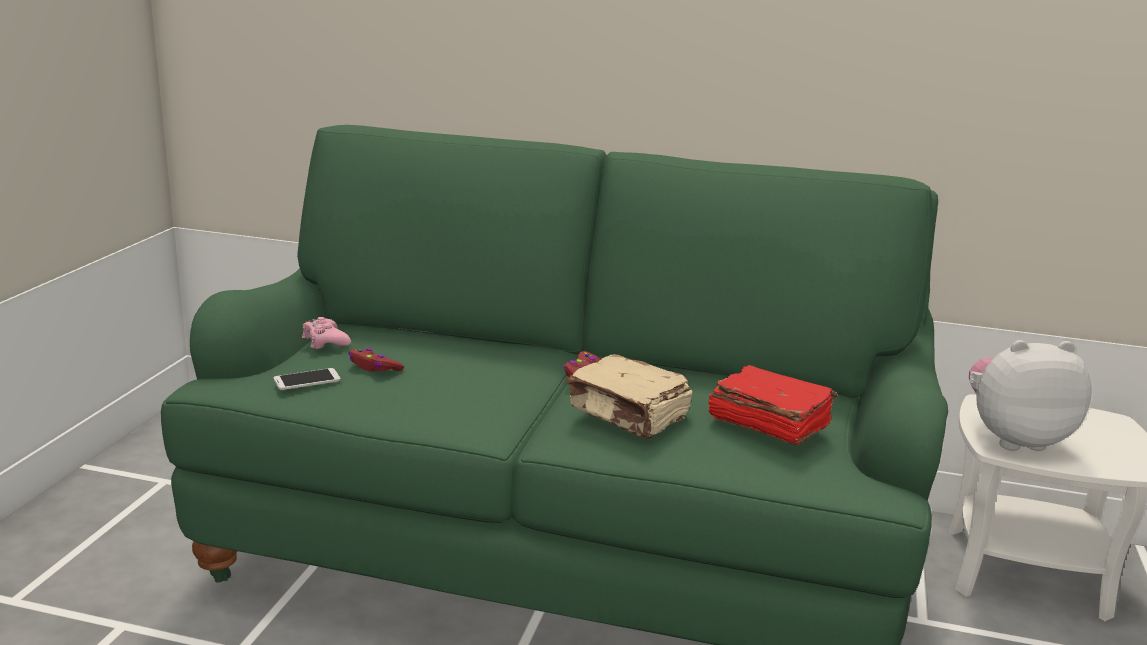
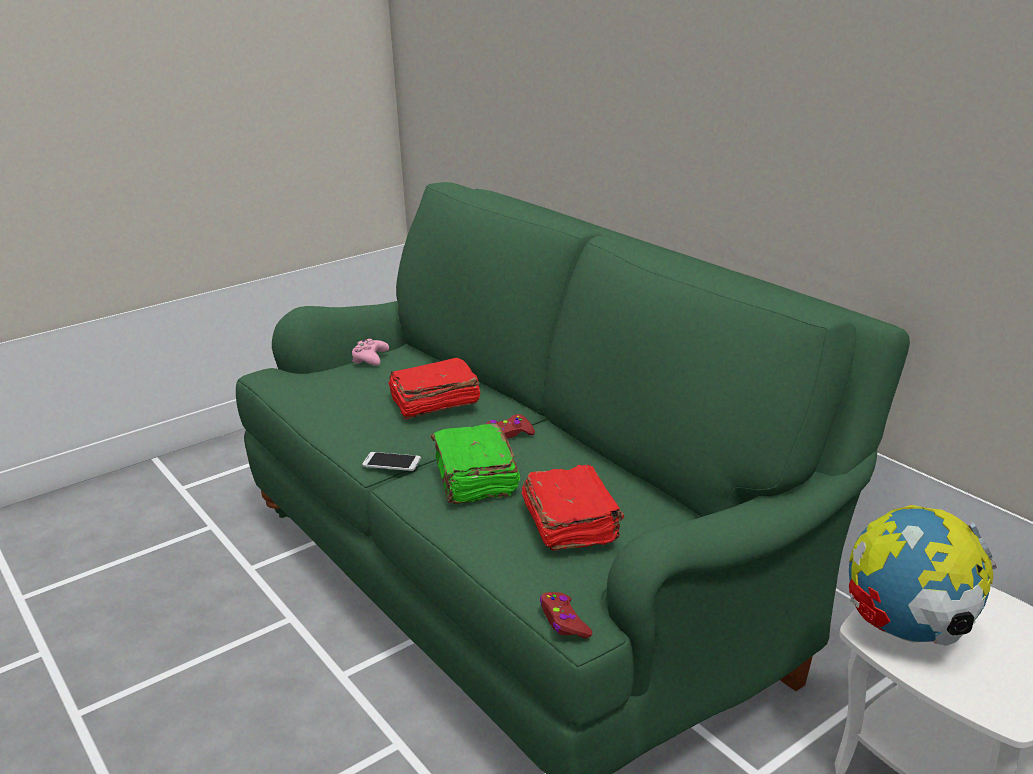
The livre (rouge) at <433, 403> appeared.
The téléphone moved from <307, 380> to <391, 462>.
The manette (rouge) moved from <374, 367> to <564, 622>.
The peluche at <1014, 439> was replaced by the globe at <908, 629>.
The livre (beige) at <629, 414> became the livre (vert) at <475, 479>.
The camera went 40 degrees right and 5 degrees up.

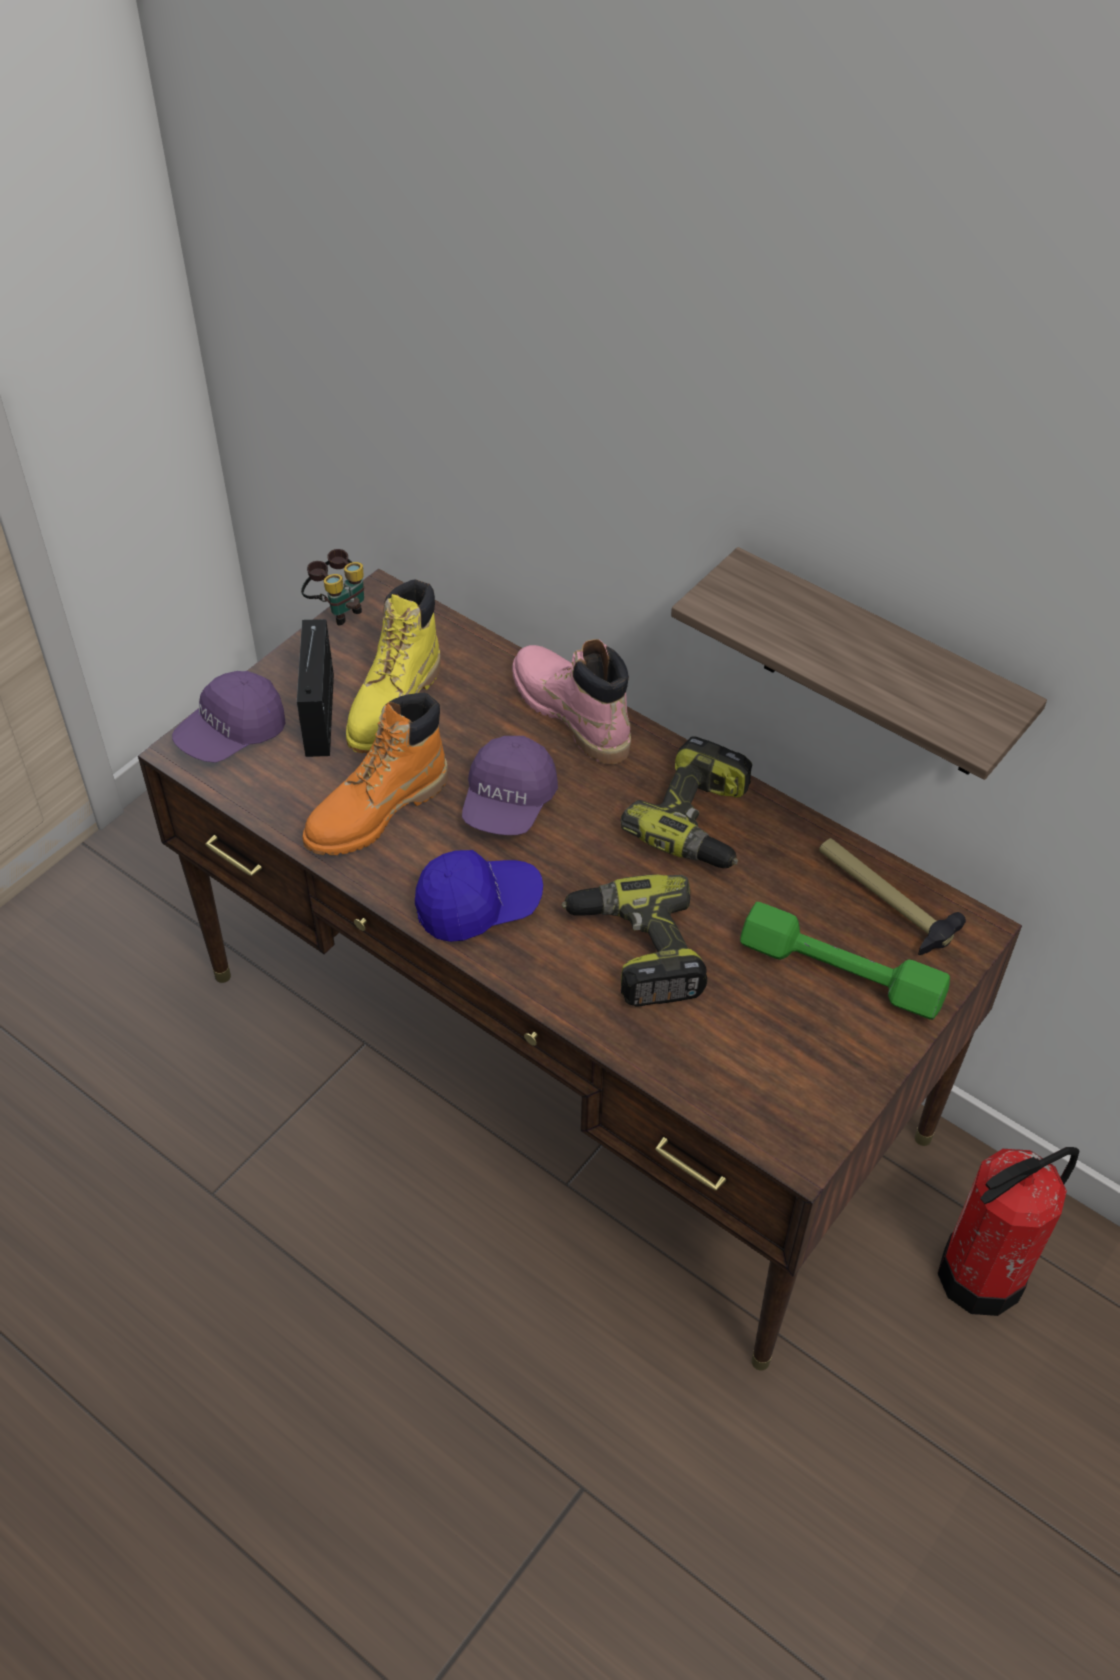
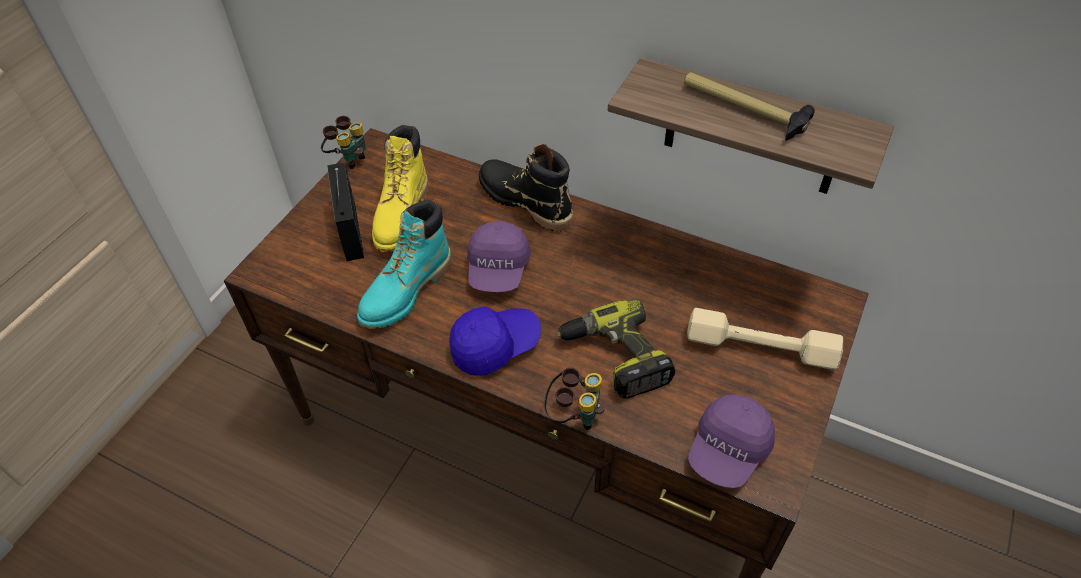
The perceuse at <700, 821> disappeared.
The extincteur at <982, 1276> disappeared.
The jumelles at <574, 414> appeared.
The casquette (violet) moved from <232, 734> to <728, 450>.
The marteau moved from <883, 899> to <743, 109>.
The botte (orange) at <376, 812> became the botte (turquoise) at <406, 291>.
The botte (rose) at <571, 714> became the botte (noir) at <525, 202>.
The haltère (vert) at <840, 973> became the haltère (beige) at <760, 348>.
The camera went 10 degrees left and 0 degrees up.

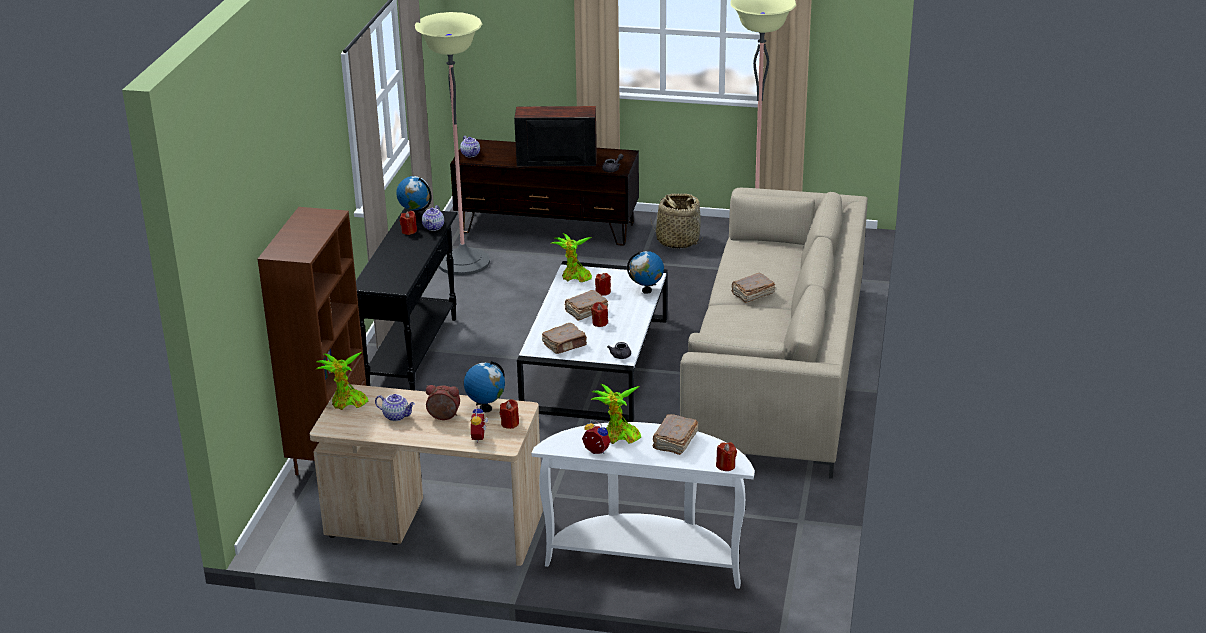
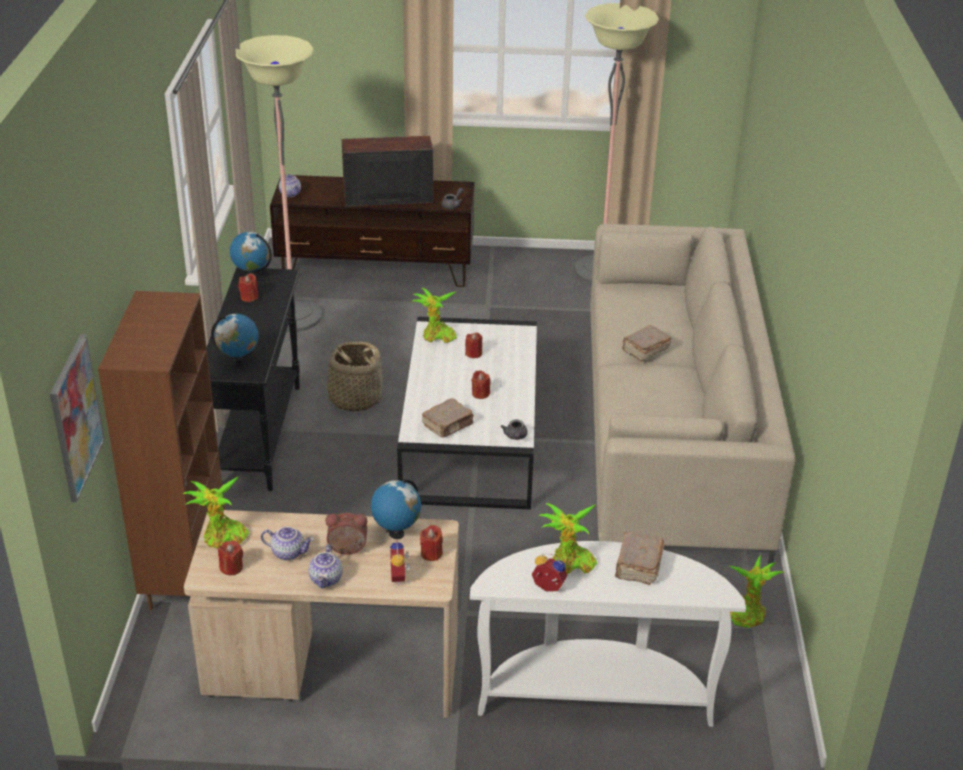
The livre (marron) at <585, 311> disappeared.
The tableau at <75, 417> appeared.
The plante en pot at <747, 613> appeared.
The théière moved from <434, 227> to <326, 579>.
The globe moved from <646, 290> to <239, 362>.
The panier moved from <677, 241> to <355, 399>.
The bougie (rouge) moved from <725, 466> to <231, 568>.
The camera went 10 degrees left and 5 degrees up.

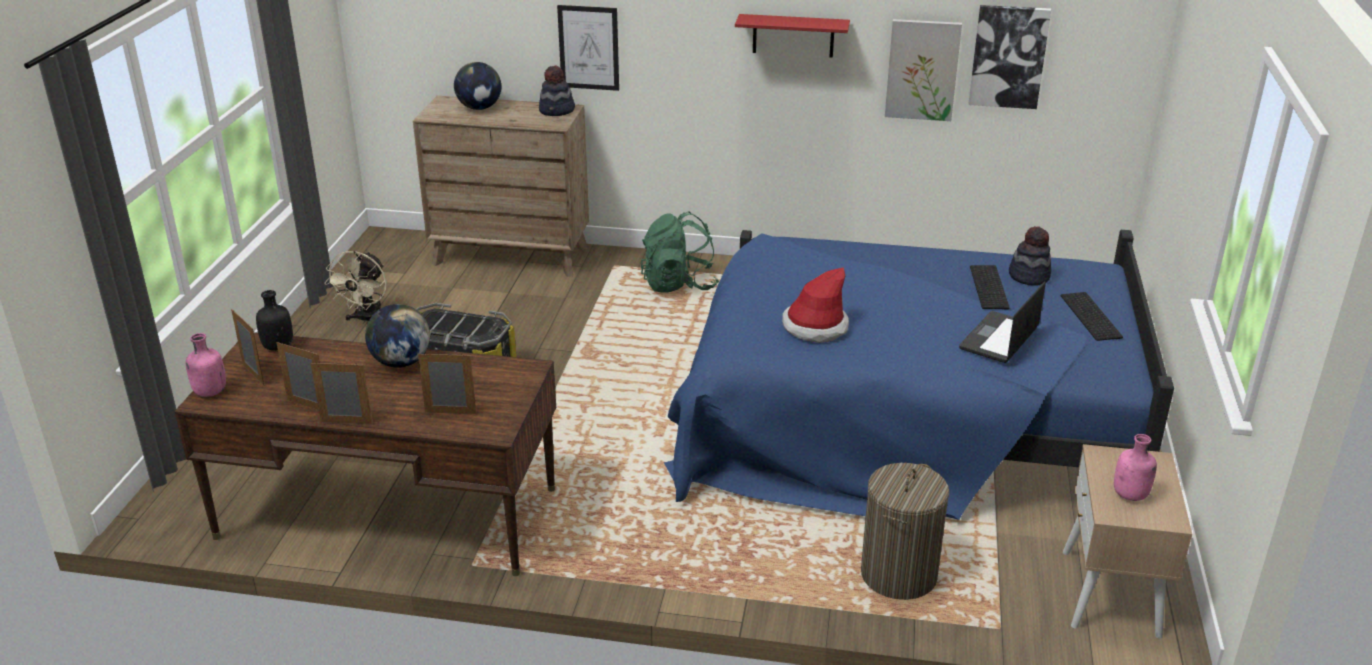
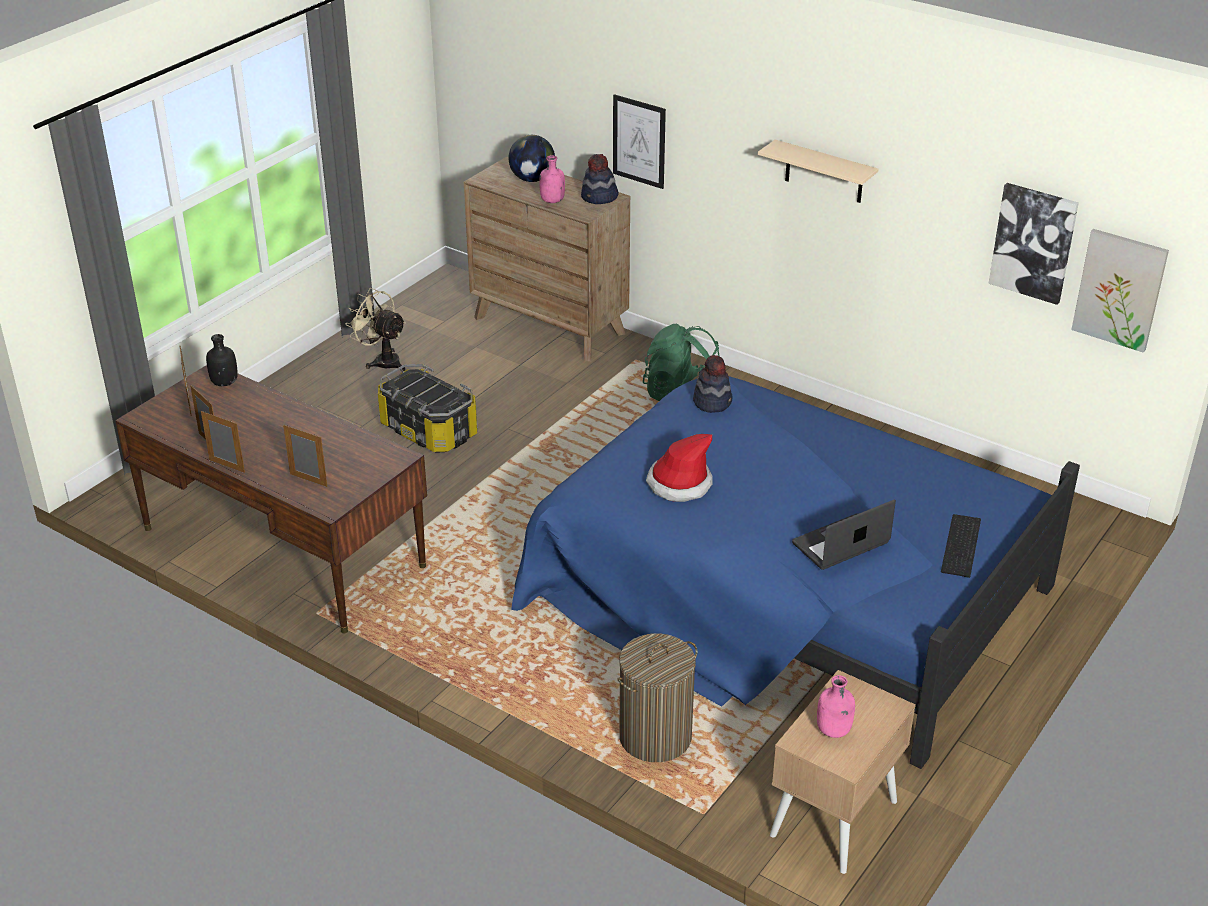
The globe at <401, 362> disappeared.
The clavier at <990, 287> disappeared.
The bouteille (rose) moved from <209, 392> to <552, 201>.
The tableau moved from <922, 69> to <1119, 289>.
The chapeau moved from <1029, 276> to <712, 402>.
The étagère (rouge) at <793, 35> became the étagère (beige) at <824, 172>.
The ventilateur (beige) at <366, 319> turned 90 degrees clockwise.
The camera went 25 degrees right and 5 degrees up.

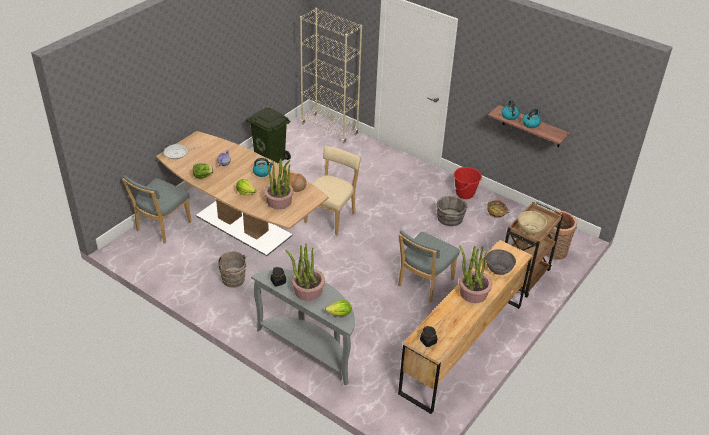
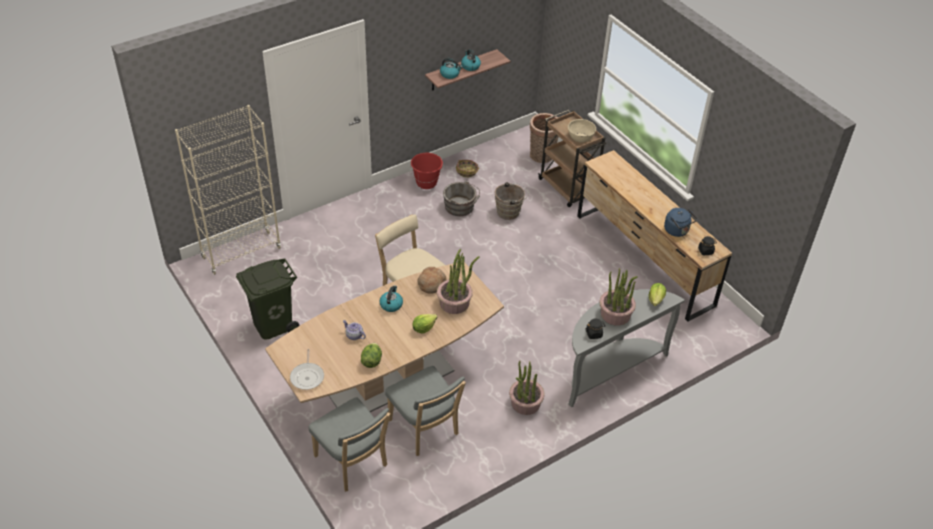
The bol (gris) at <498, 269> disappeared.
The bouilloire (bleu) at <677, 231> appeared.
The seau (marron) moved from <234, 281> to <510, 212>.
The chaise (gris) moved from <423, 284> to <425, 429>.
The plante en pot moved from <473, 293> to <525, 403>.
The camera went 70 degrees left and 5 degrees up.

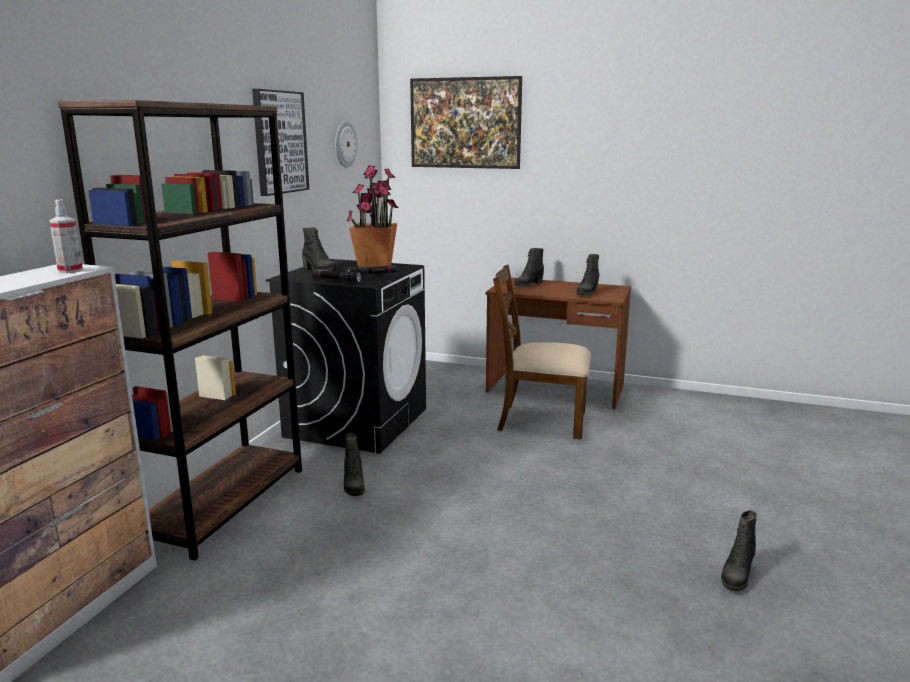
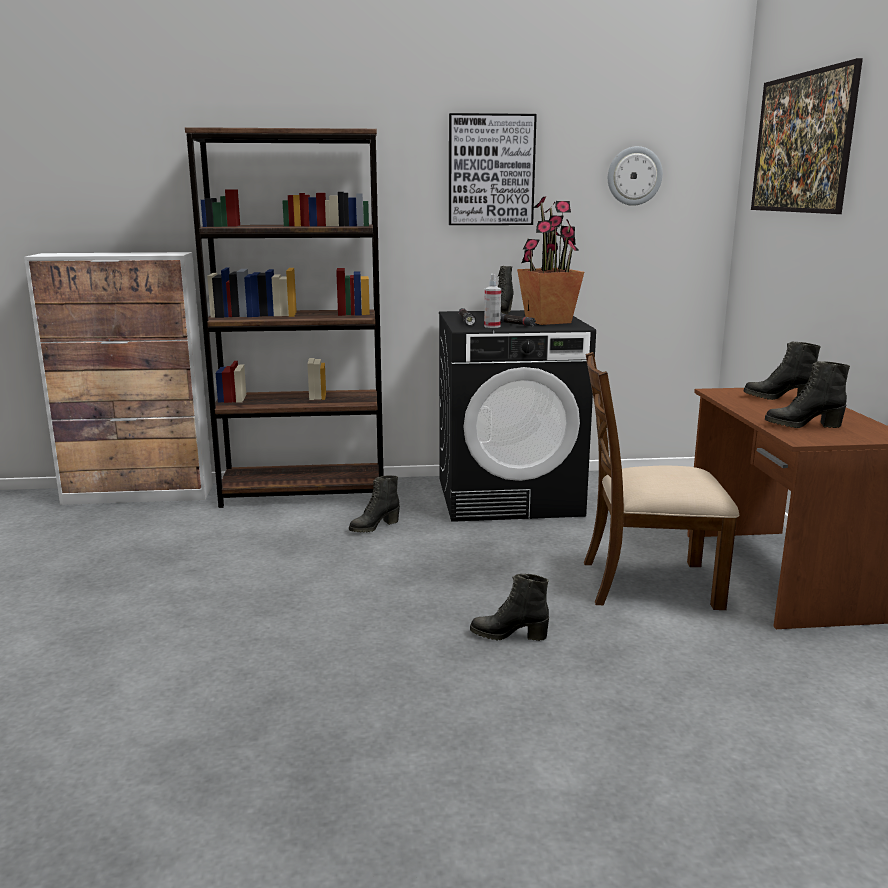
The vaporisateur moved from <70, 271> to <492, 326>.
The botte (noir) moved from <736, 576> to <508, 635>.
The chaise (marron) at <540, 420> turned 75 degrees counterclockwise.
The camera went 65 degrees right and 0 degrees up.

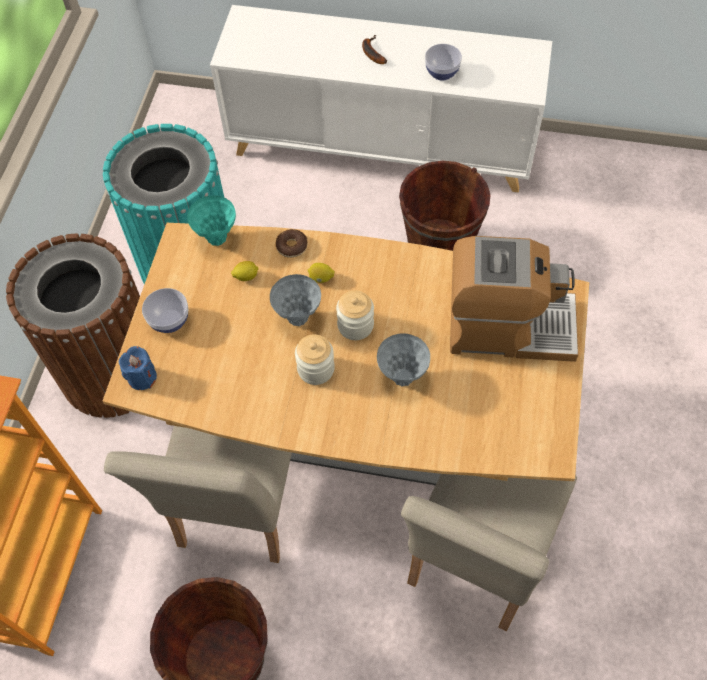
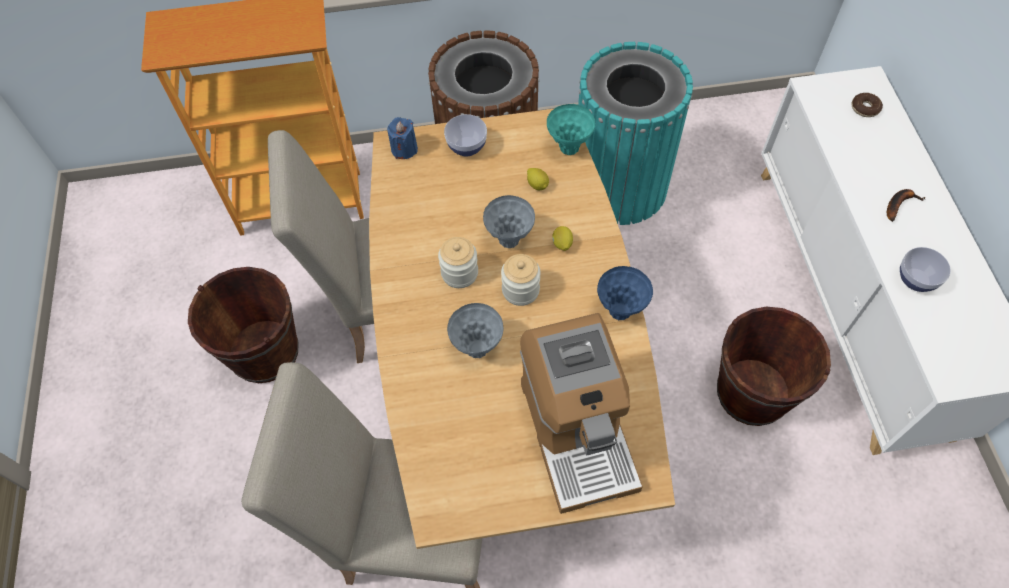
The vase (bleu) at <620, 311> appeared.
The beignet moved from <292, 246> to <865, 108>.
The camera went 70 degrees right and 0 degrees up.

